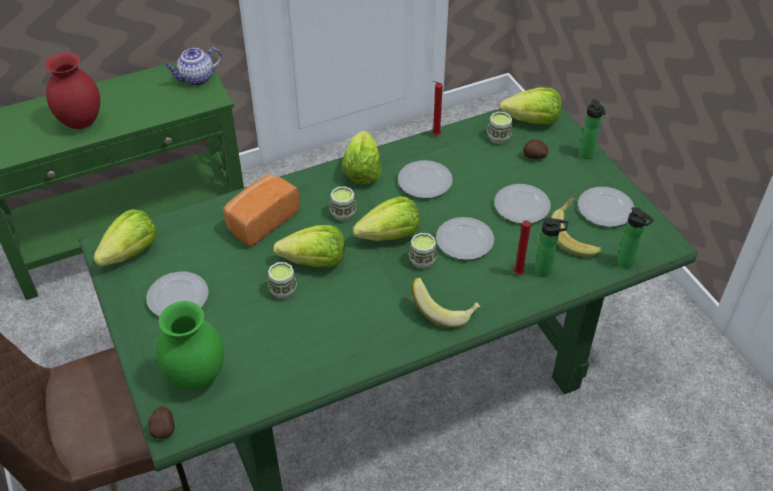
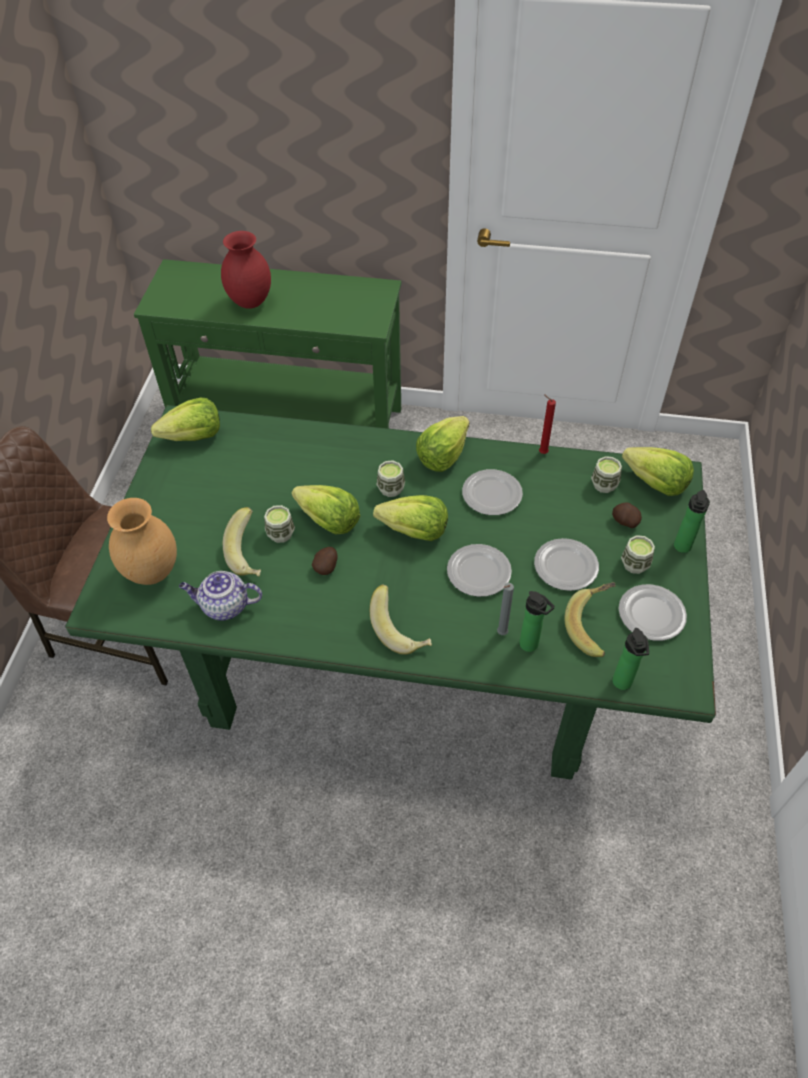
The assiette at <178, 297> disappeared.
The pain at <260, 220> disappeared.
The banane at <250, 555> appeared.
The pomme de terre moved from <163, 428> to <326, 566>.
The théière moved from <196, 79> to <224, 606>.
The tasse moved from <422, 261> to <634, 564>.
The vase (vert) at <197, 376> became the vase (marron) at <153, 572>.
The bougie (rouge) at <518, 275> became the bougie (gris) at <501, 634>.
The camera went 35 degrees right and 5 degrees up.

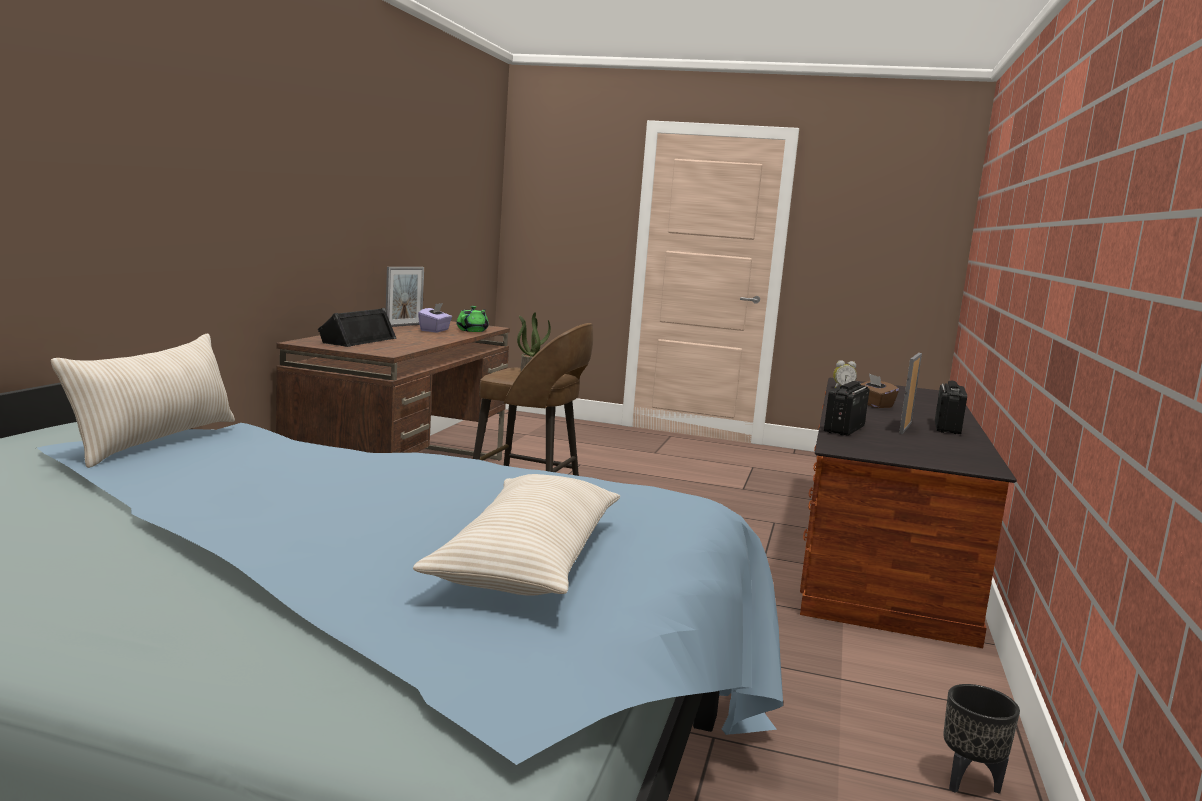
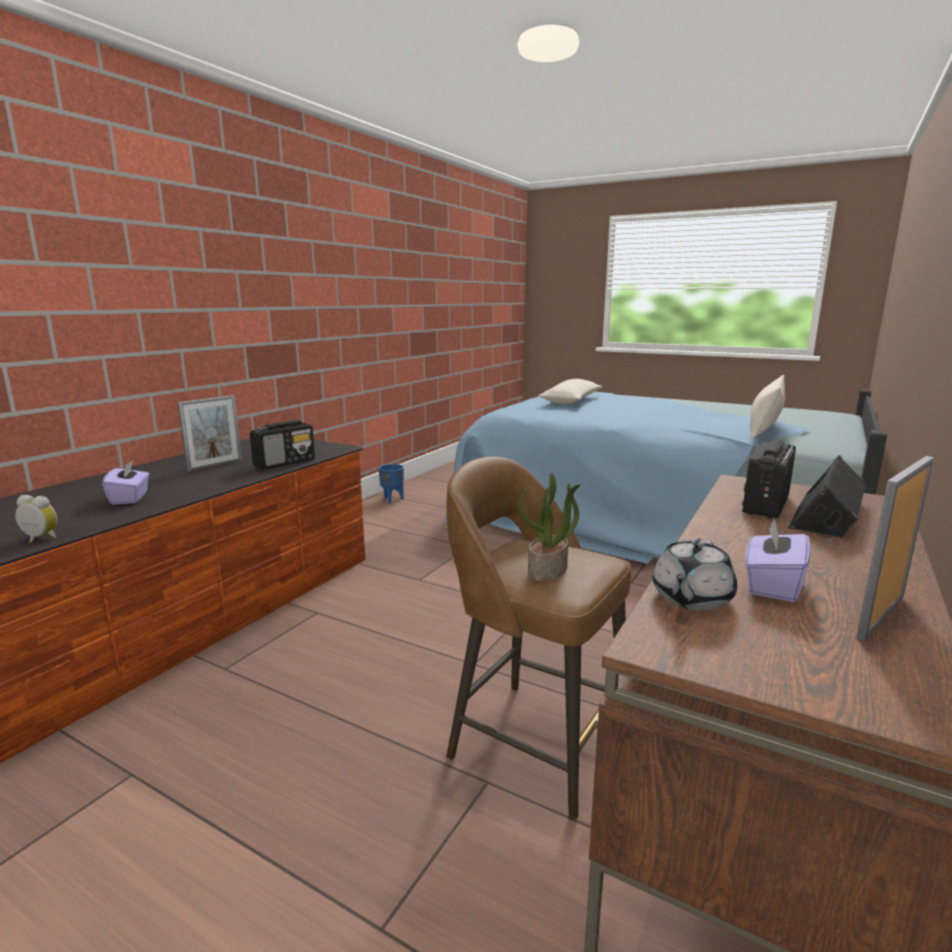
The radio moved from <947, 427> to <765, 505>.
The théière (vert) at <472, 330> became the théière (gris) at <691, 598>.
The boîte à mouchoirs (marron) at <873, 405> became the boîte à mouchoirs (violet) at <130, 498>.
The cache-pot (noir) at <970, 783> became the cache-pot (bleu) at <392, 499>.
The camera went 165 degrees left and 5 degrees up.

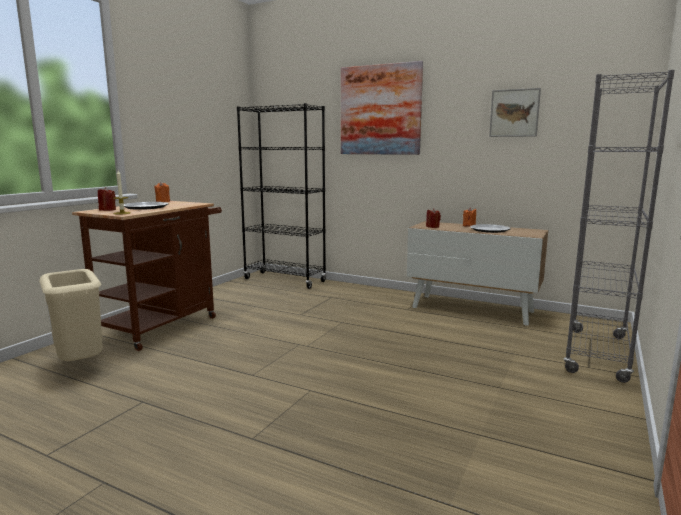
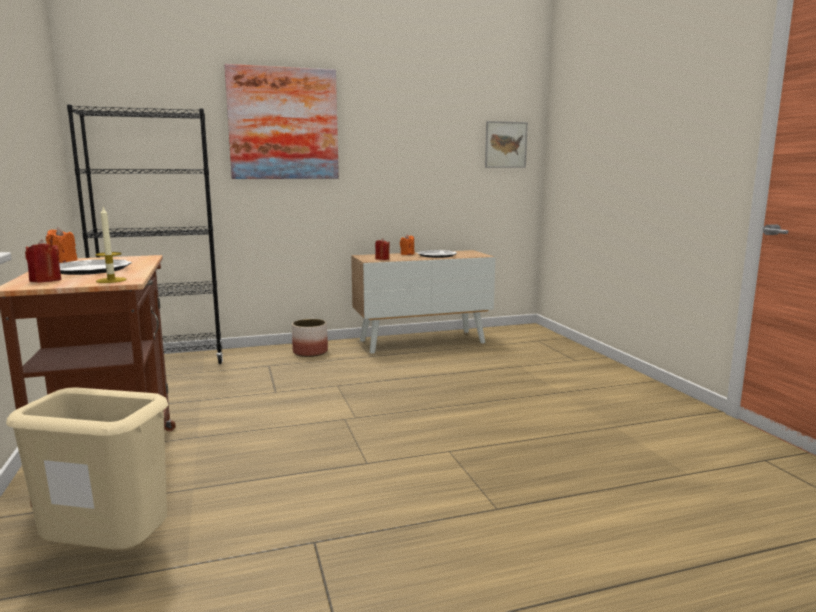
The bibliothèque (gris) at <597, 354> disappeared.
The cache-pot at <310, 352> appeared.
The tableau moved from <514, 113> to <505, 144>.
The camera went 45 degrees left and 0 degrees up.

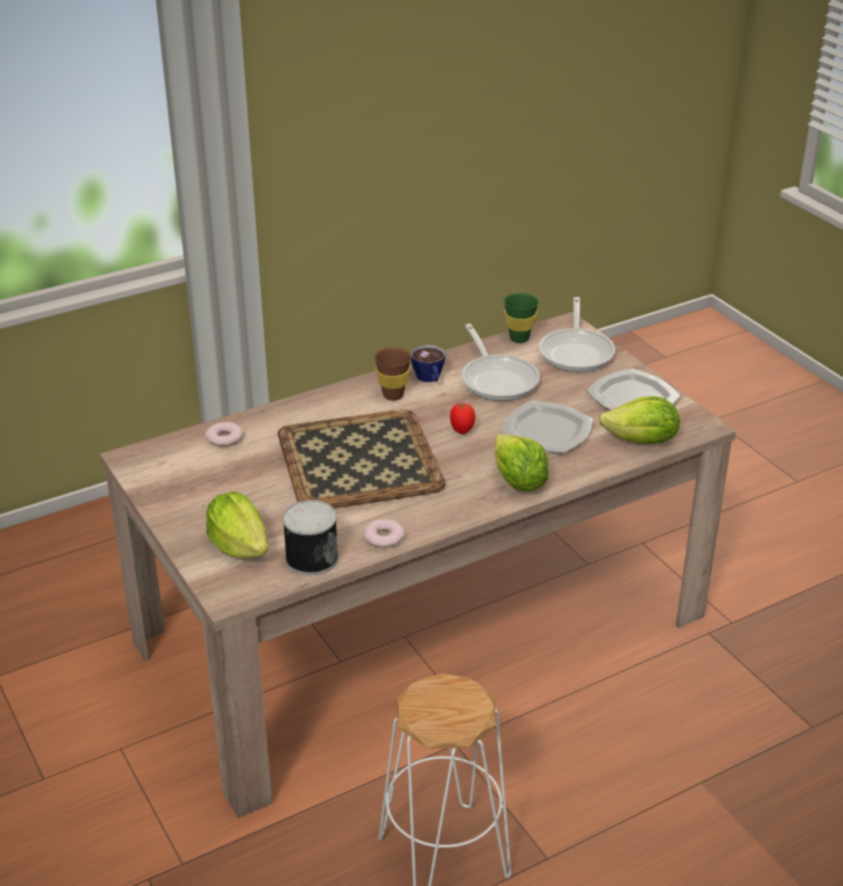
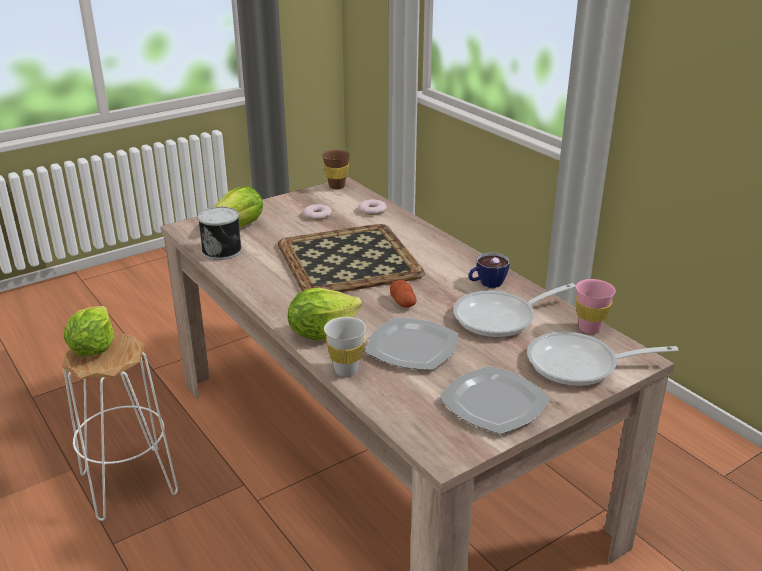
The tasse (blanc) at <346, 370> appeared.
The beignet moved from <383, 537> to <317, 215>.
The tasse (marron) moved from <393, 395> to <337, 186>.
The laitue moved from <642, 441> to <93, 348>.
The tomate at <462, 430> was replaced by the pomme de terre at <403, 302>.
The tasse (vert) at <519, 338> became the tasse (rose) at <589, 329>.
The camera went 85 degrees right and 5 degrees down.

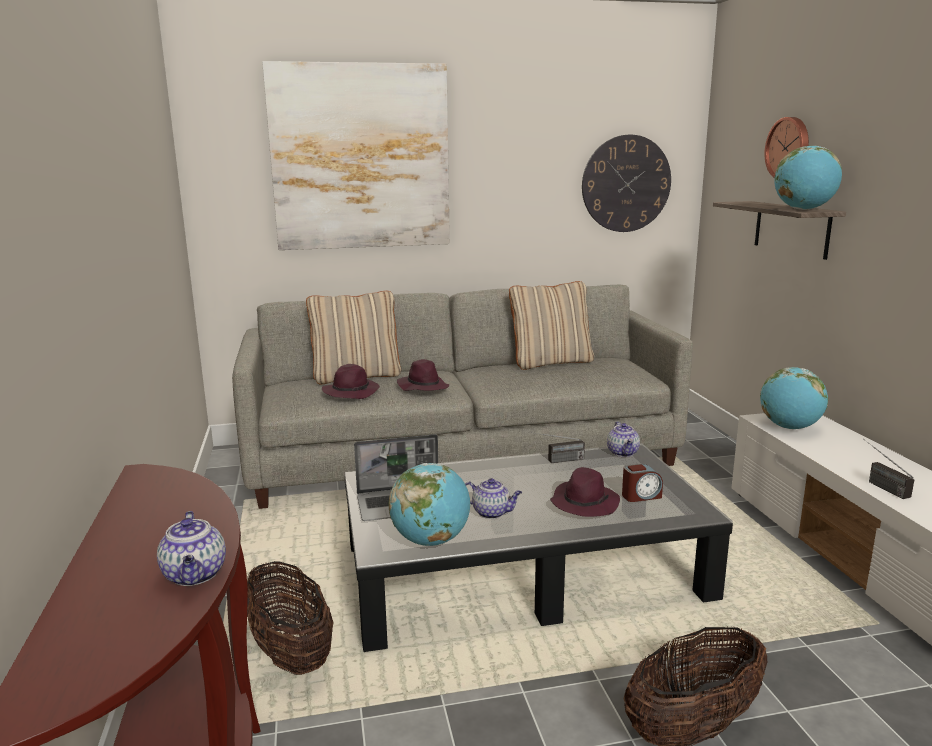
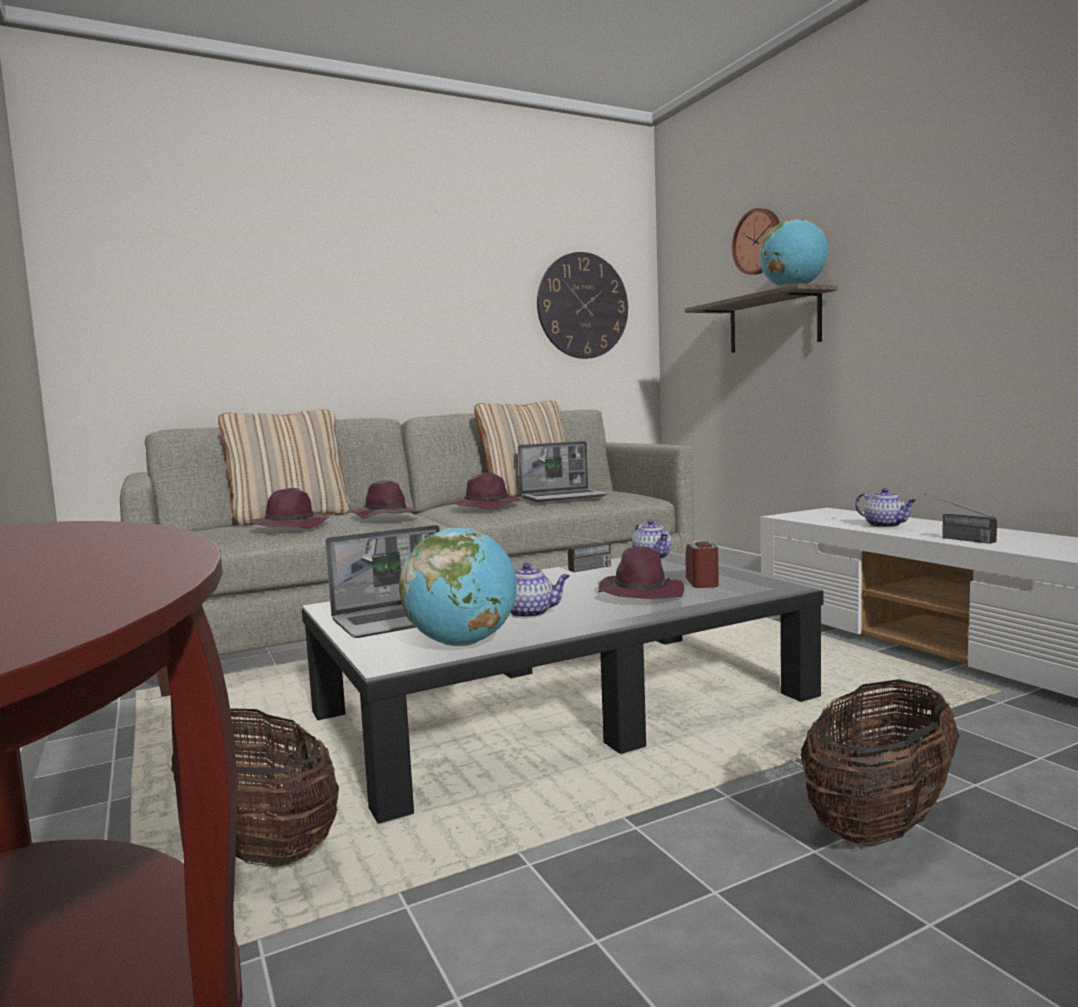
The tableau at <361, 157> disappeared.
The globe at <789, 427> disappeared.
The chapeau (violet) at <488, 505> appeared.
The ordinateur portable at <564, 497> appeared.
The théière moved from <195, 575> to <885, 525>.
The réveil at <641, 496> turned 60 degrees counterclockwise.
The camera went 15 degrees left and 10 degrees down.

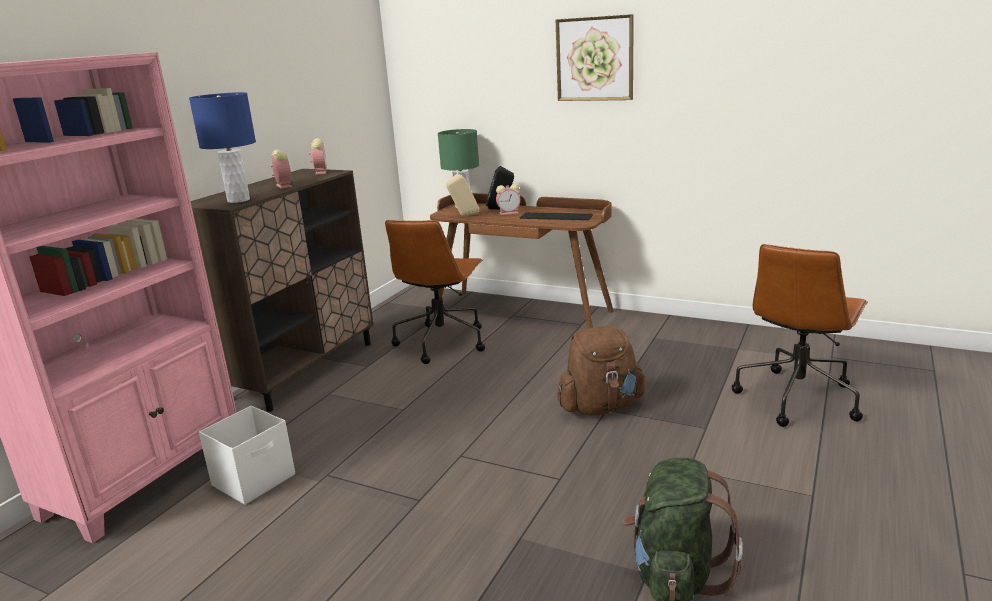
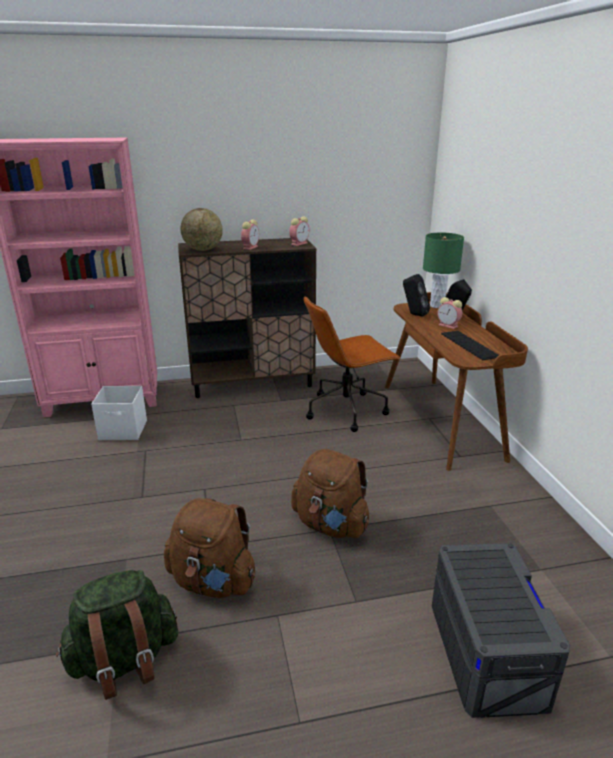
The tableau at <594, 59> disappeared.
The sac à dos (marron) at <213, 581> appeared.
The lampe de table (bleu) at <239, 200> was replaced by the globe at <203, 250>.
The chaise de bureau (marron) at <797, 397> was replaced by the boîte de rangement (gris) at <486, 651>.
The enceinte (beige) at <464, 216> became the enceinte (noir) at <413, 314>.
The camera went 50 degrees right and 5 degrees up.

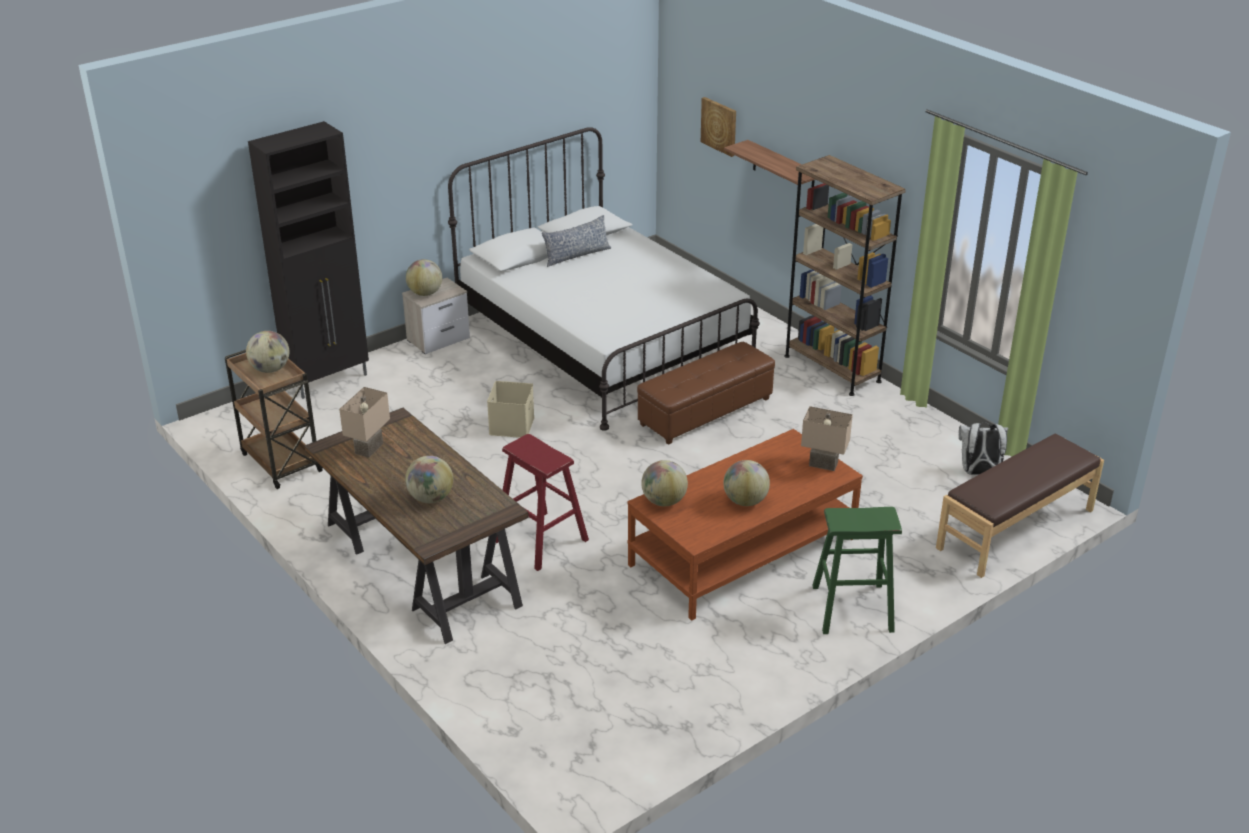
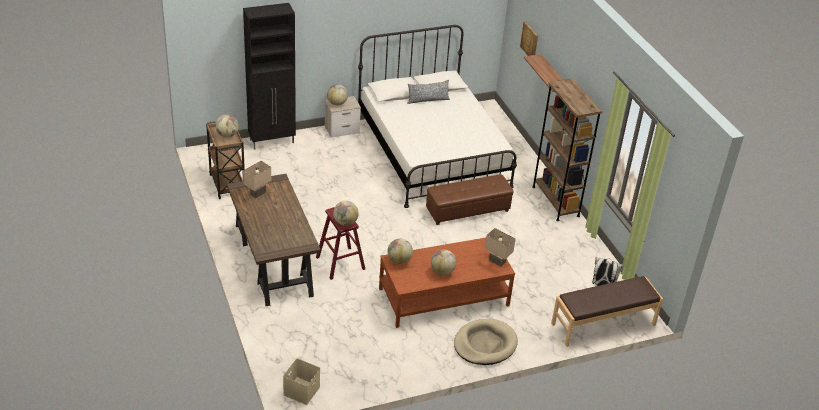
The globe moved from <430, 498> to <345, 222>.
The boîte de rangement (beige) moved from <511, 425> to <301, 390>.
The tabouret (vert) at <852, 608> was replaced by the panier pour chien (beige) at <485, 344>.
The camera went 15 degrees right and 5 degrees up.

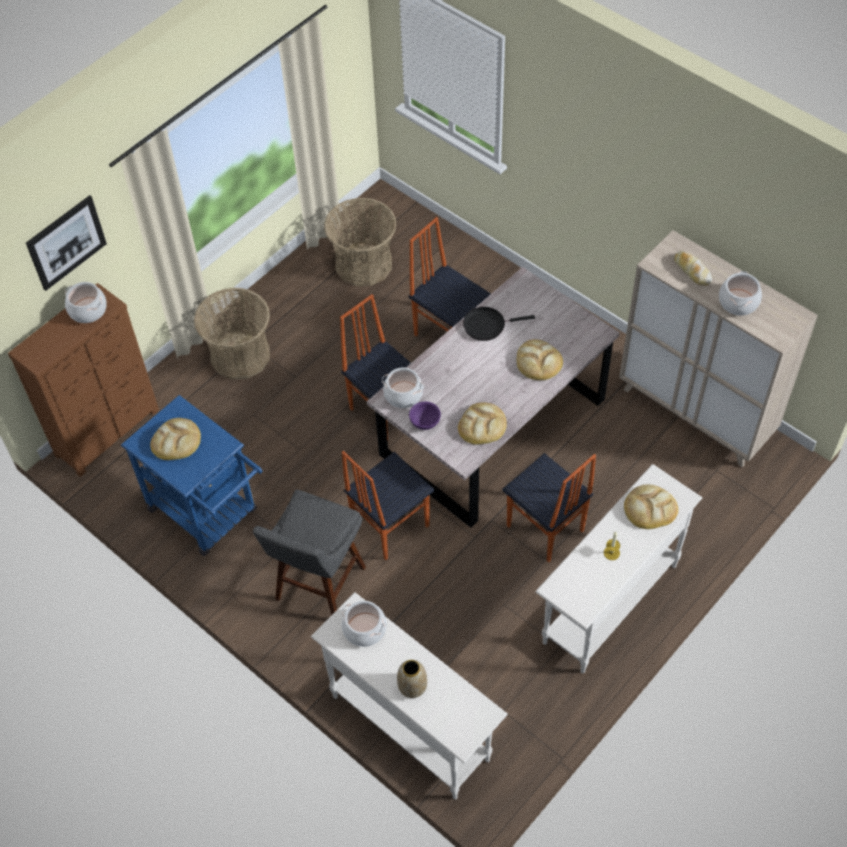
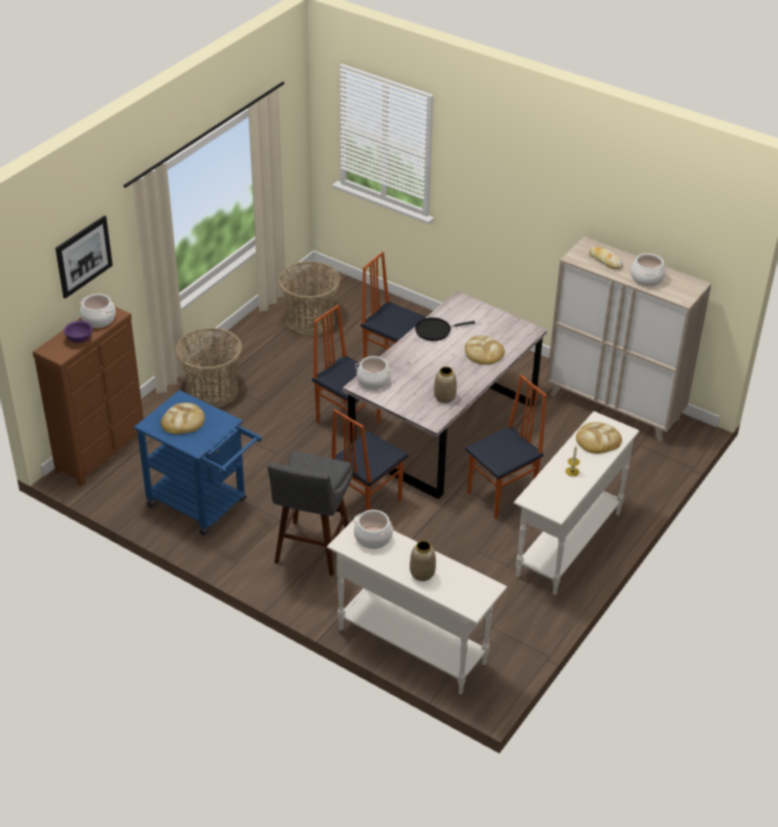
The bol (violet) moved from <425, 422> to <80, 339>.
The pain at <482, 425> was replaced by the vase at <445, 397>.
The chaise at <544, 529> turned 75 degrees counterclockwise.
The camera went 10 degrees left and 15 degrees down.

